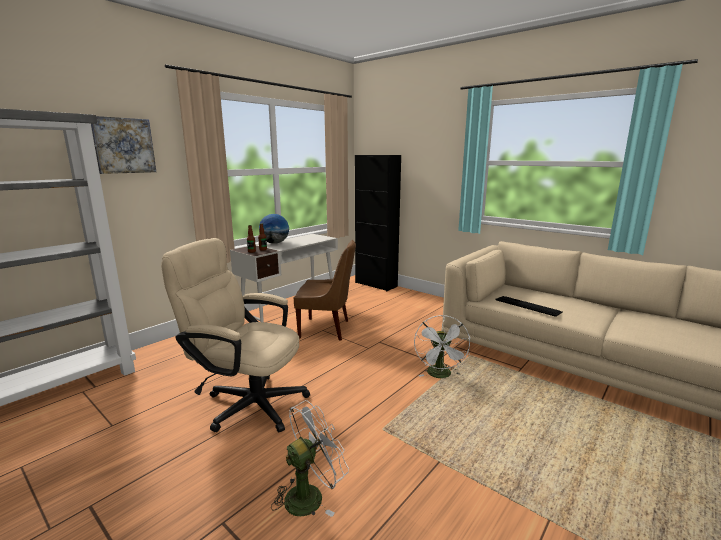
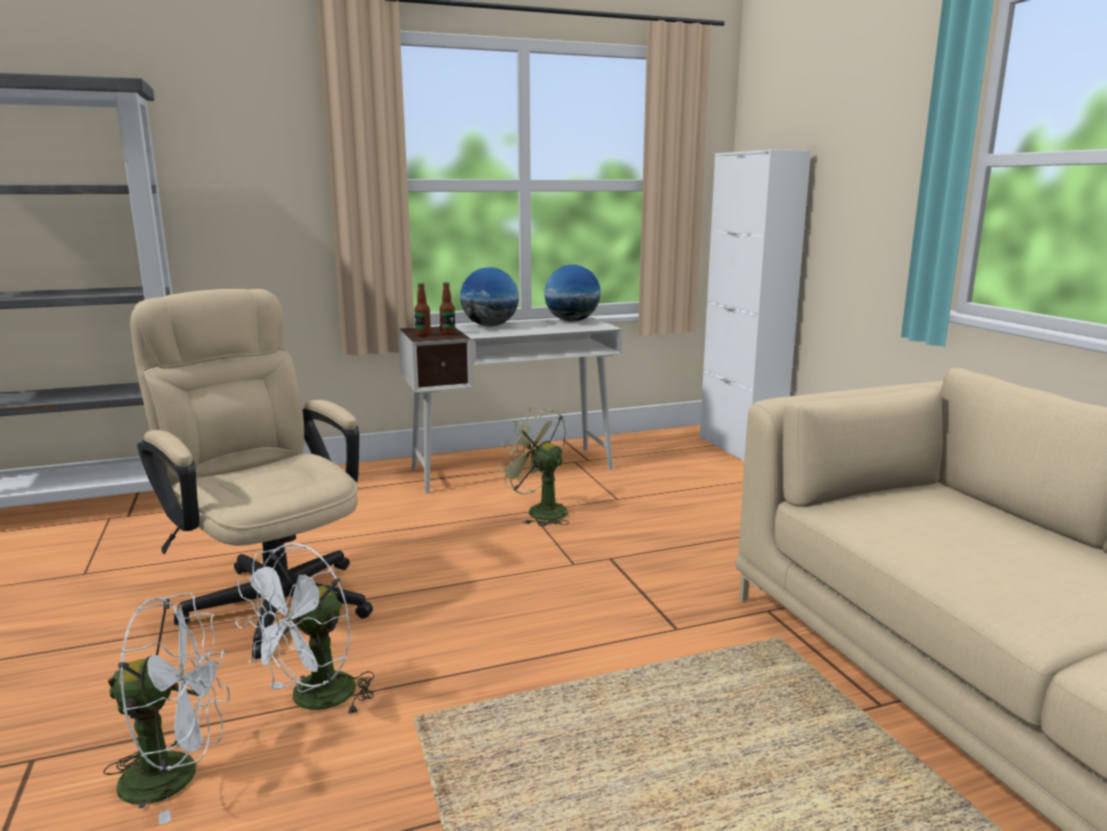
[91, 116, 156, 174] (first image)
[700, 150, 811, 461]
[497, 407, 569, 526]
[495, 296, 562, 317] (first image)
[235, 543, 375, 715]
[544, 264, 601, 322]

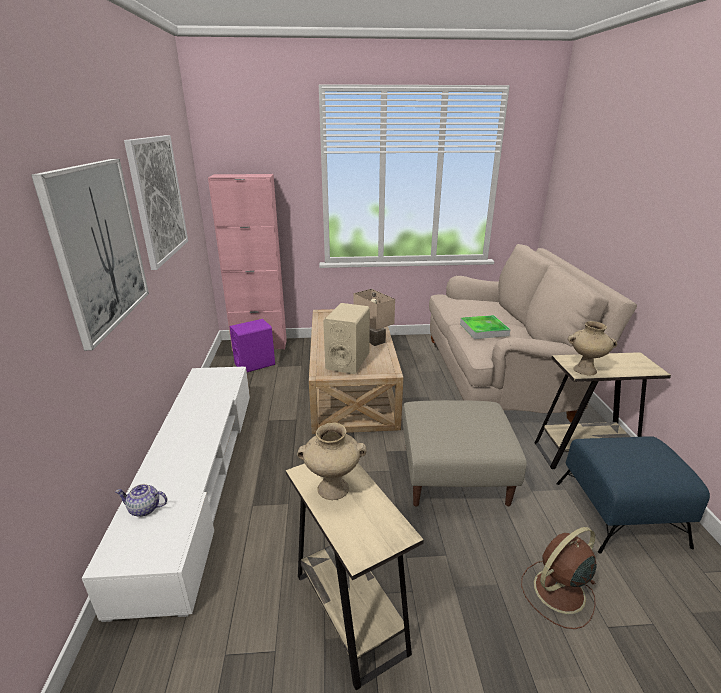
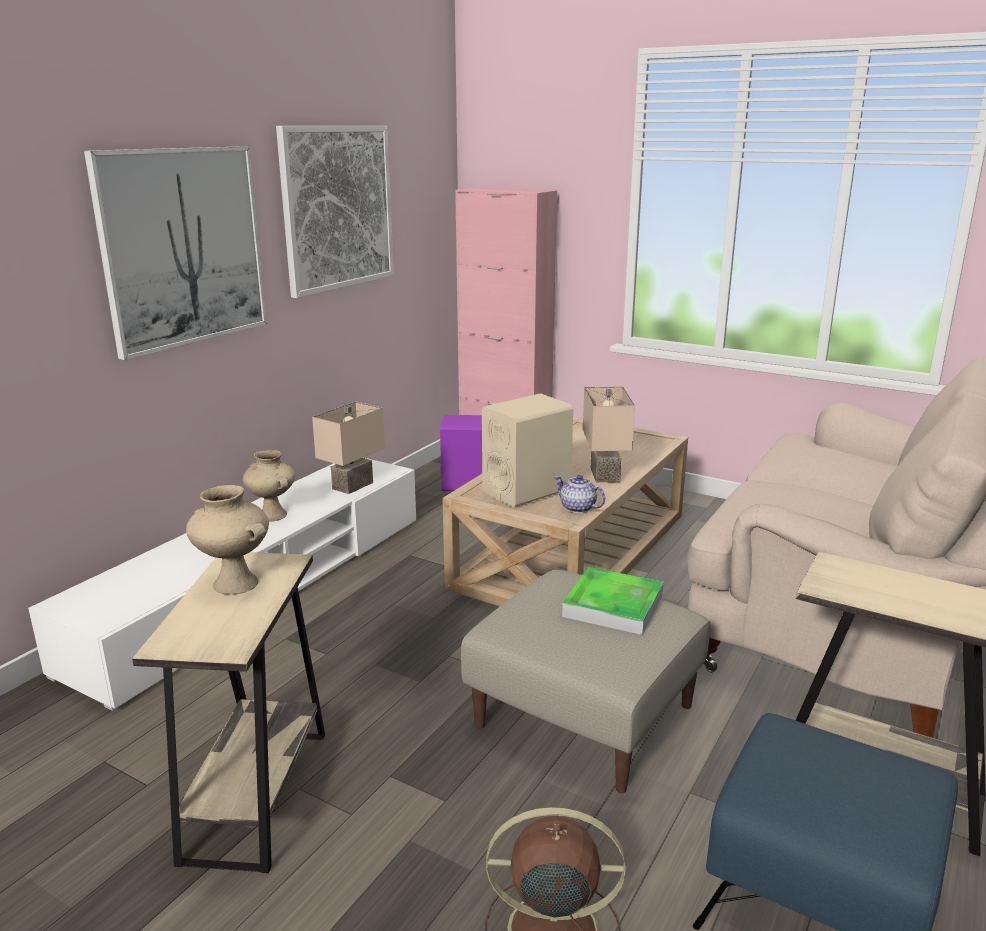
[562, 567, 664, 635]
[243, 450, 295, 522]
[554, 475, 605, 513]
[312, 401, 385, 494]

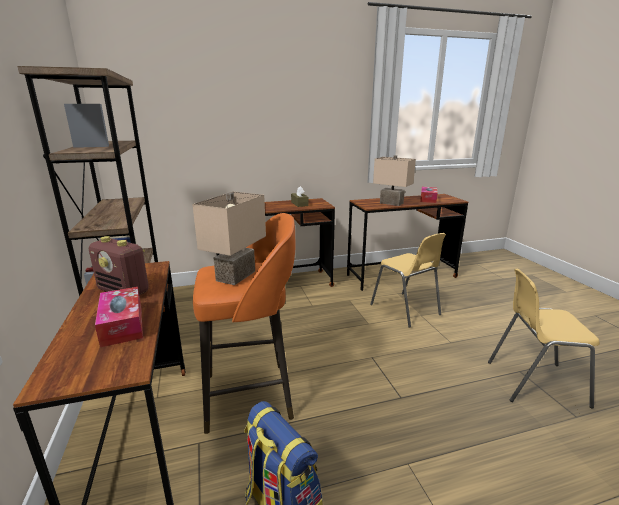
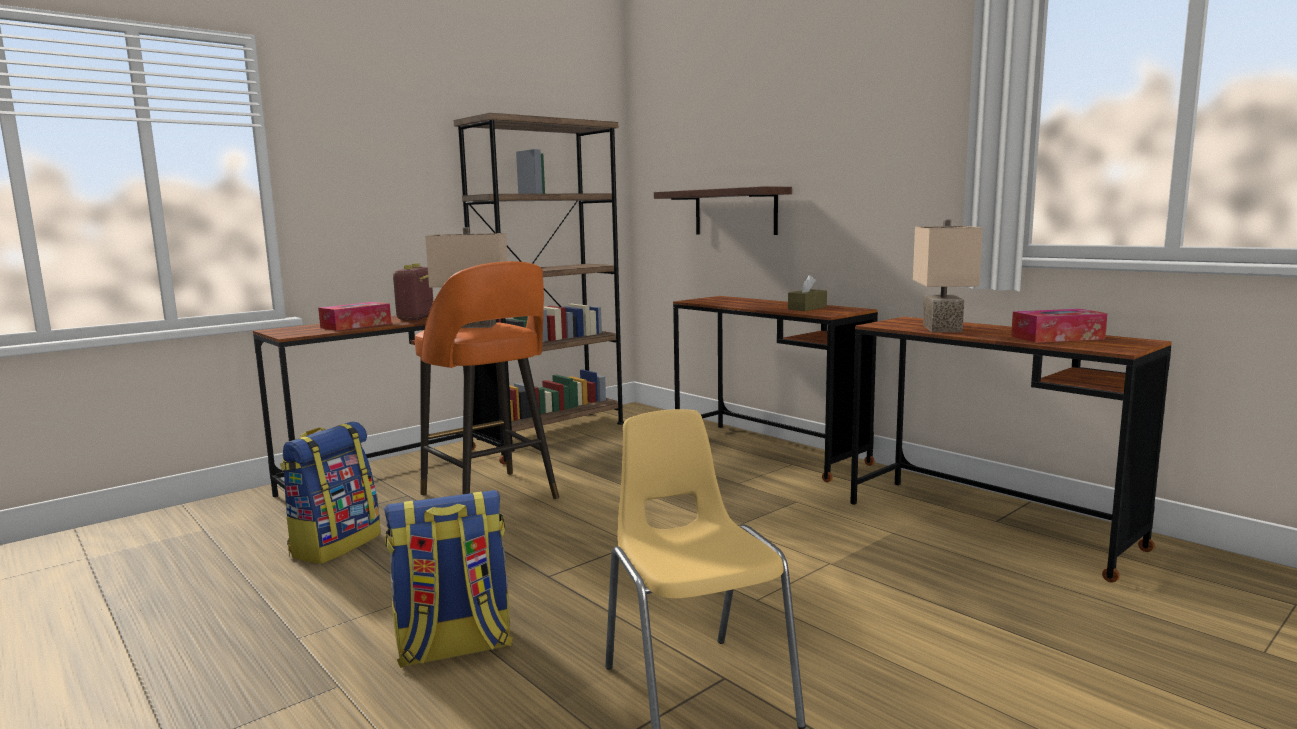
[370, 233, 446, 328] (first image)
[654, 186, 792, 235]
[384, 490, 513, 668]

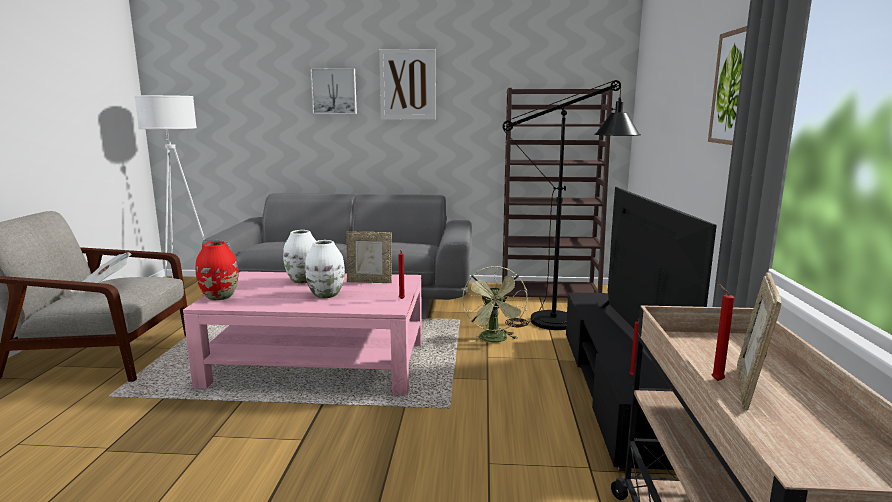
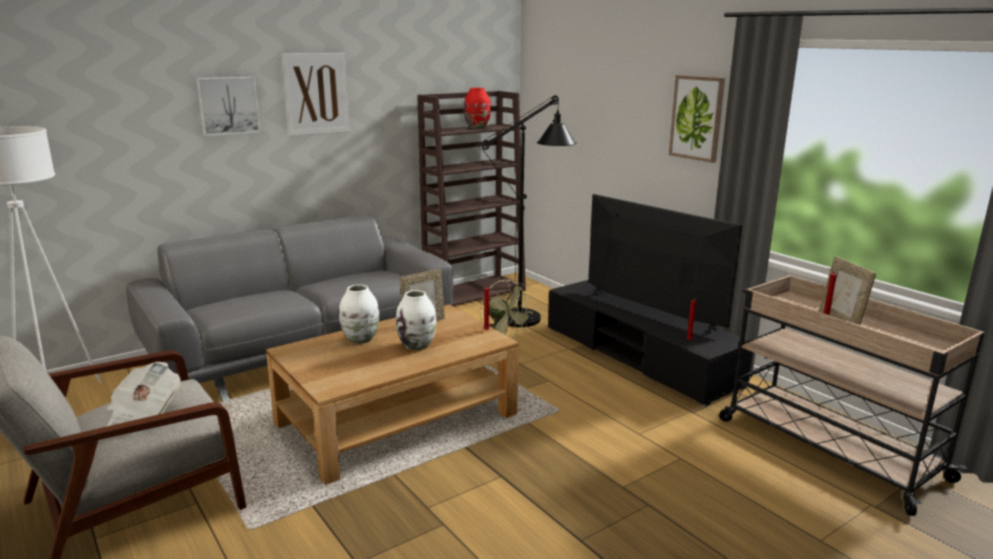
[464, 88, 491, 129]
[266, 304, 519, 485]

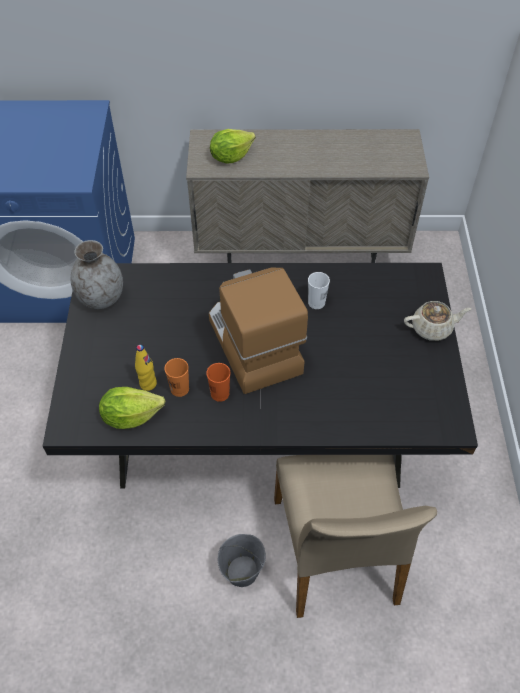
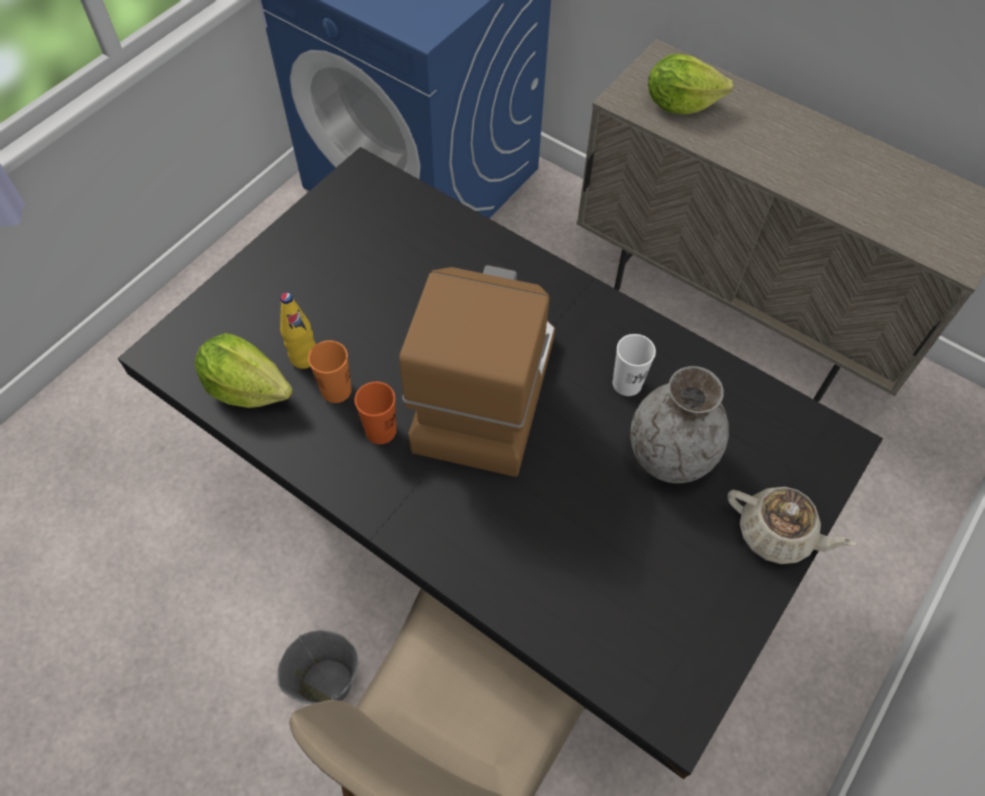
[630, 366, 729, 483]

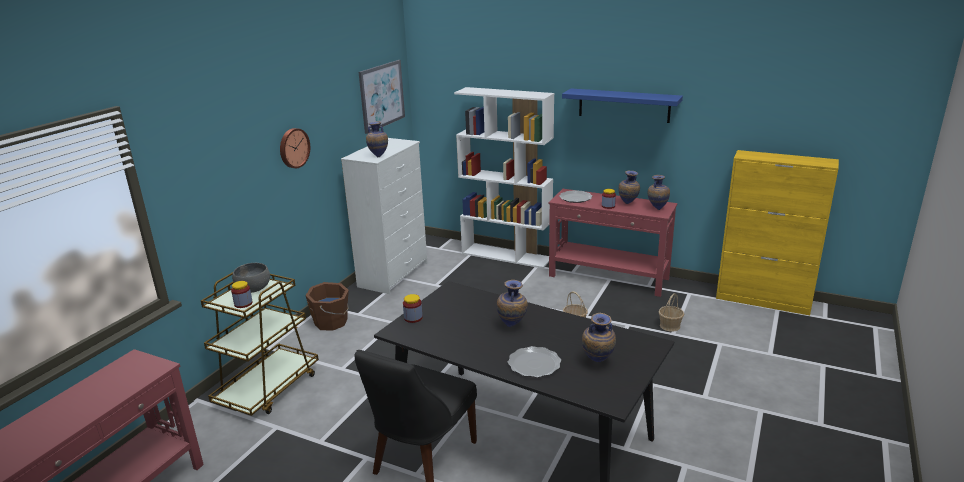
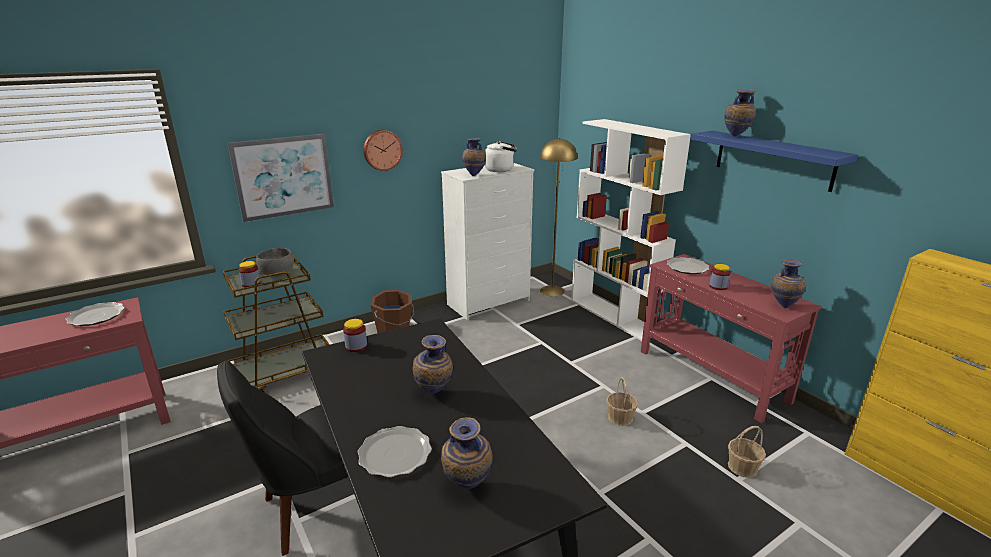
[227, 134, 334, 222]
[724, 89, 756, 137]
[540, 138, 577, 296]
[485, 141, 517, 172]
[66, 302, 125, 326]

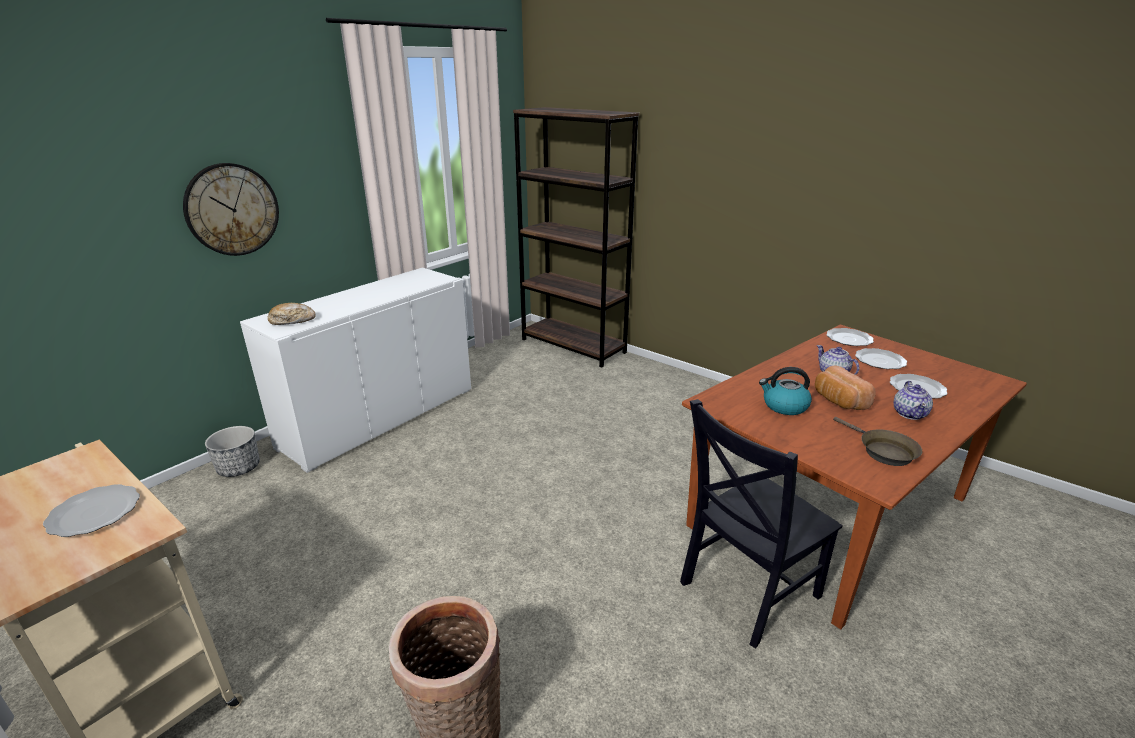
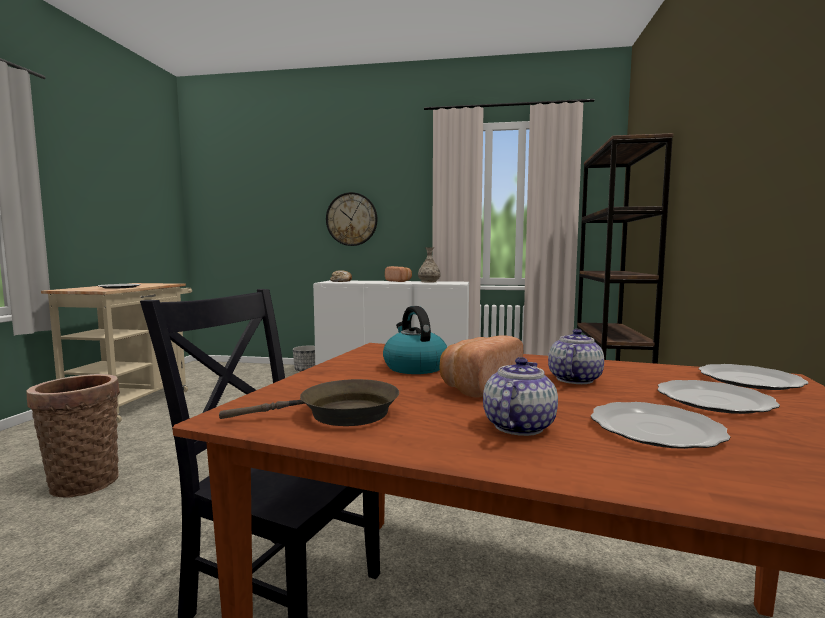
[483, 357, 558, 436]
[219, 379, 399, 426]
[418, 247, 441, 283]
[385, 266, 412, 282]

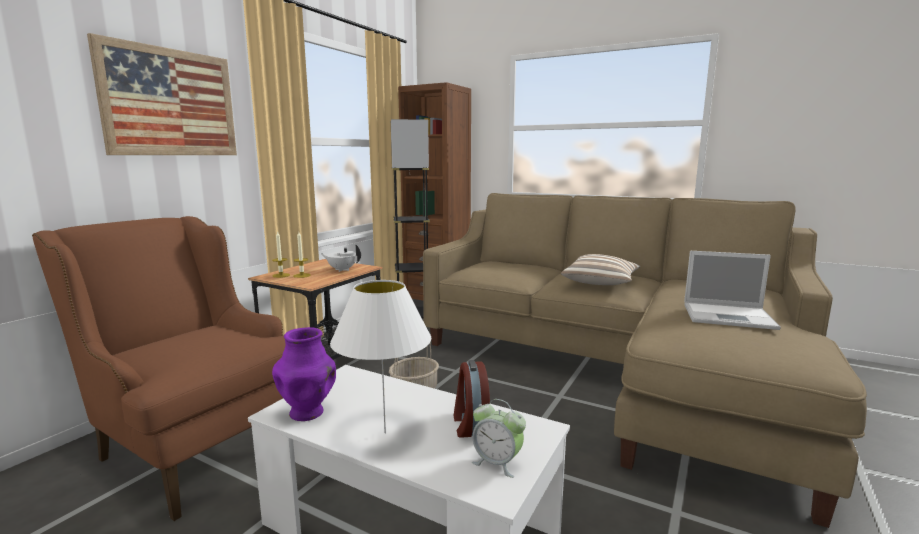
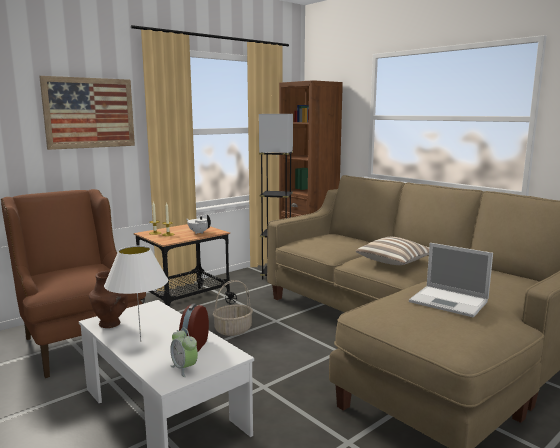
[89, 271, 128, 328]

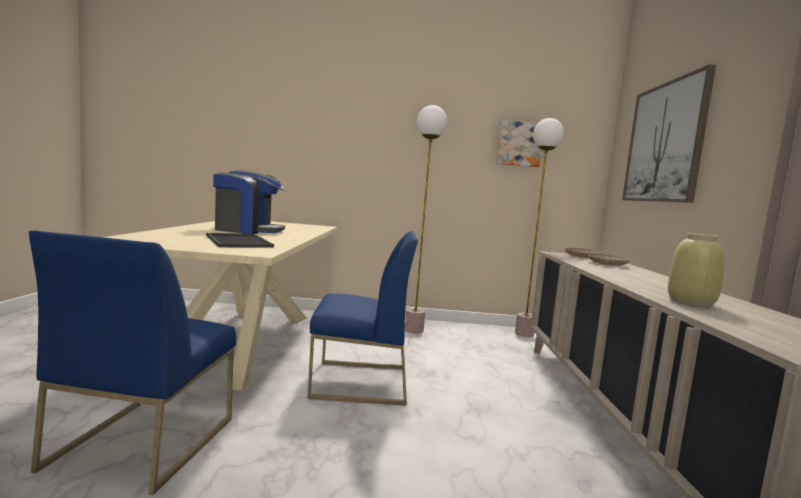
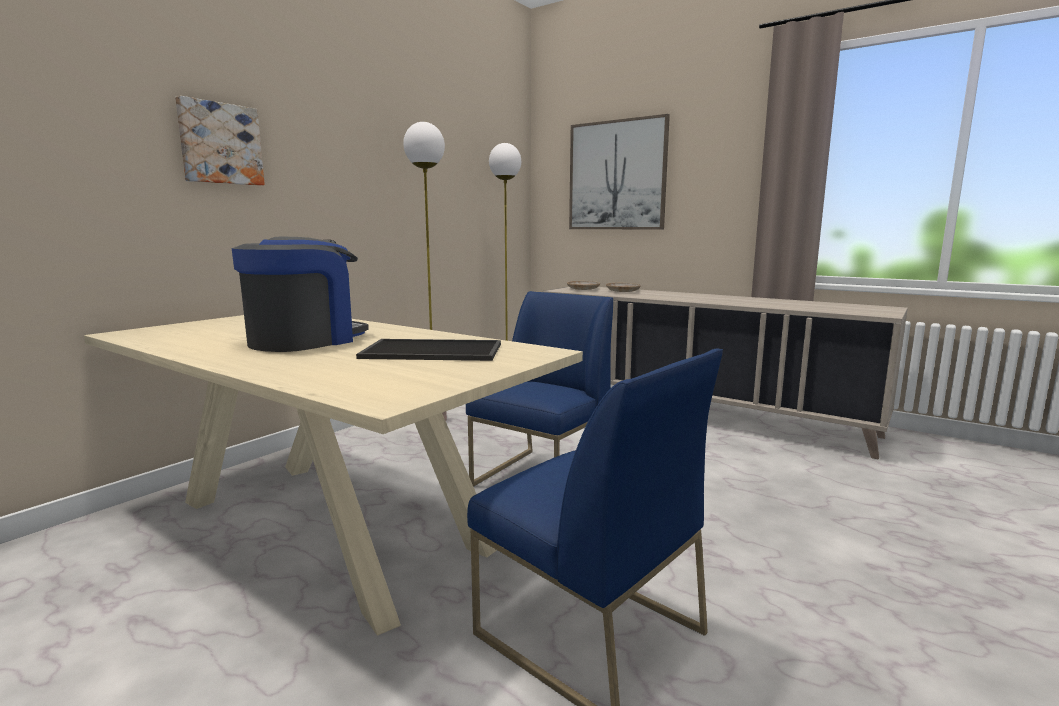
[175, 96, 265, 186]
[668, 233, 725, 307] (first image)

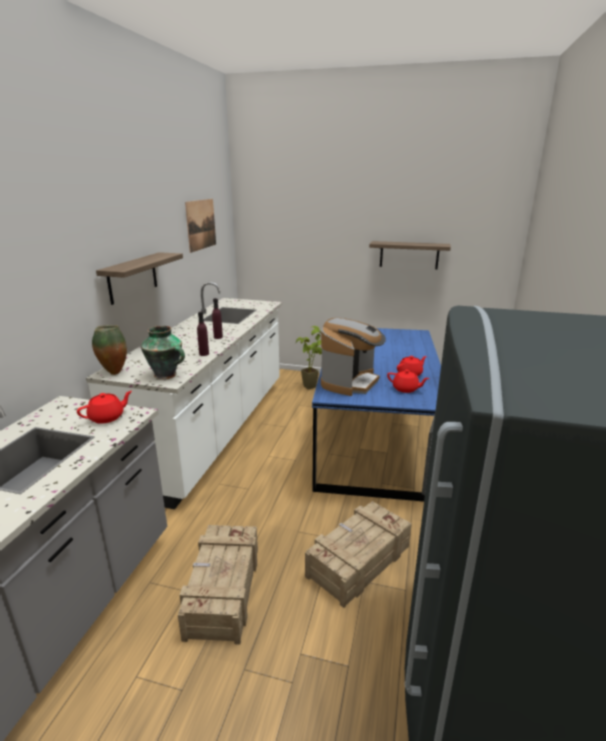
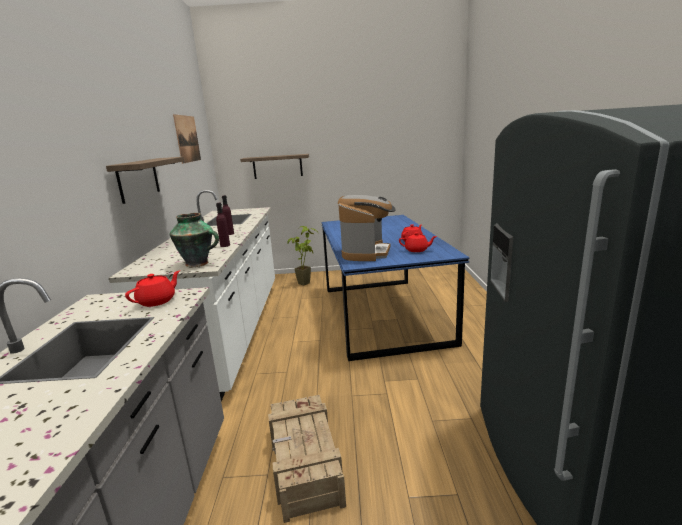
[240, 154, 309, 179]
[92, 325, 127, 375] (first image)
[305, 501, 412, 608] (first image)

